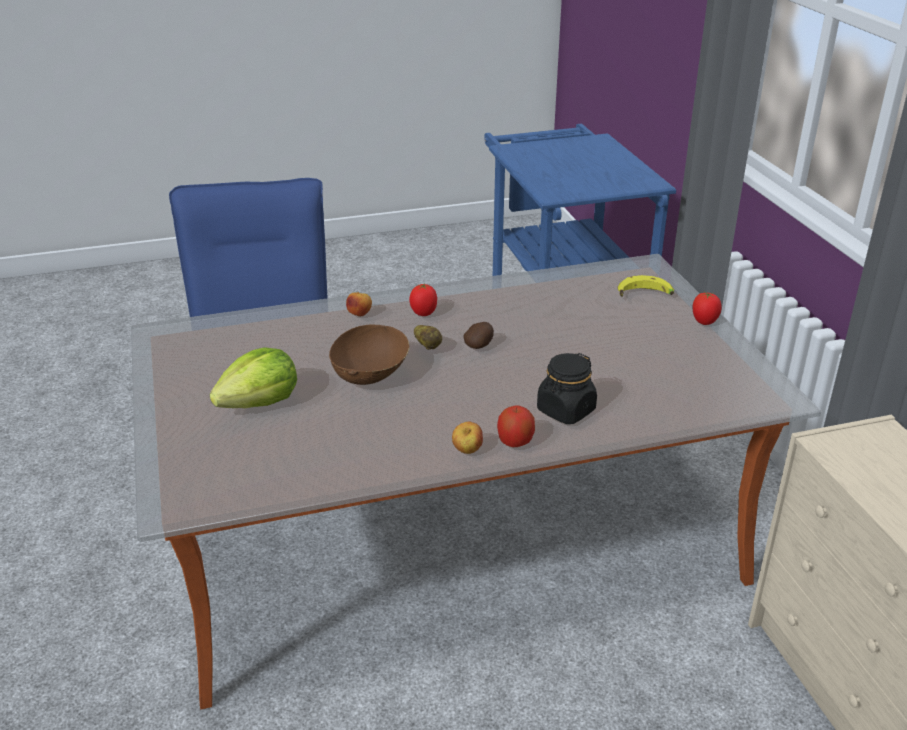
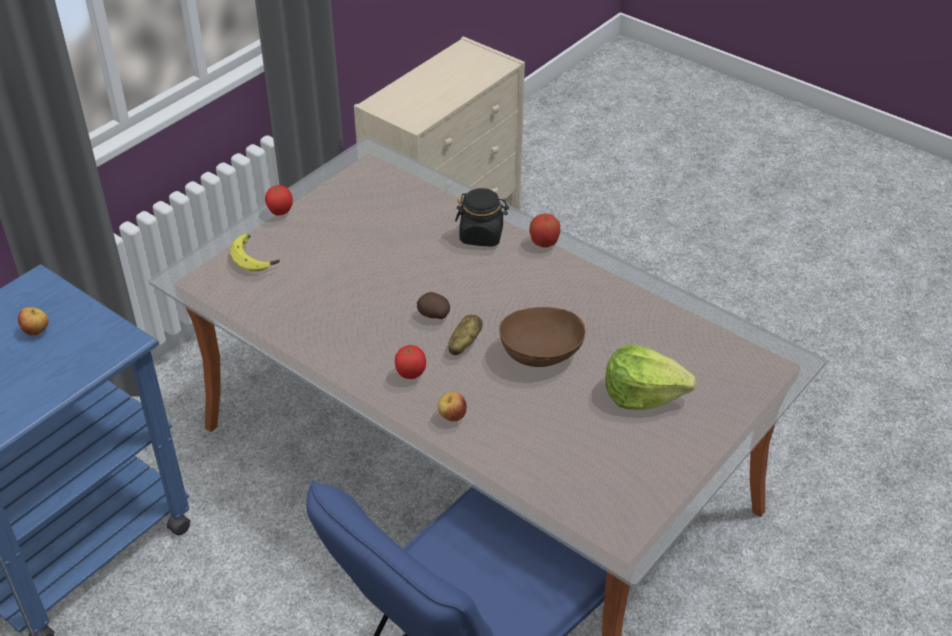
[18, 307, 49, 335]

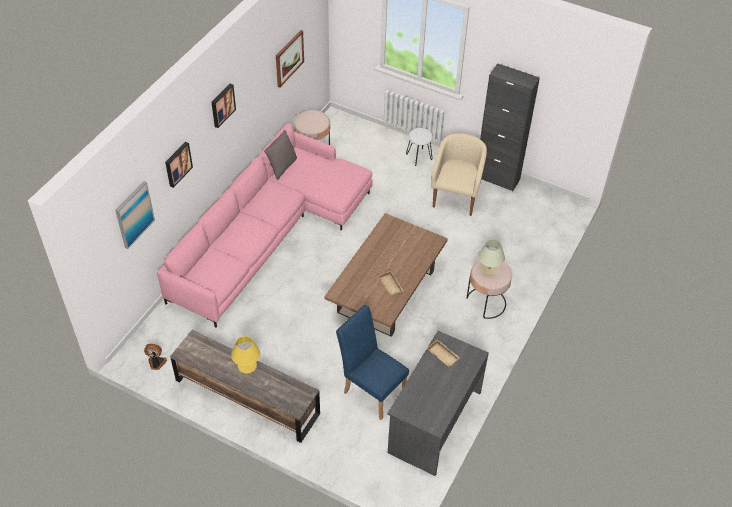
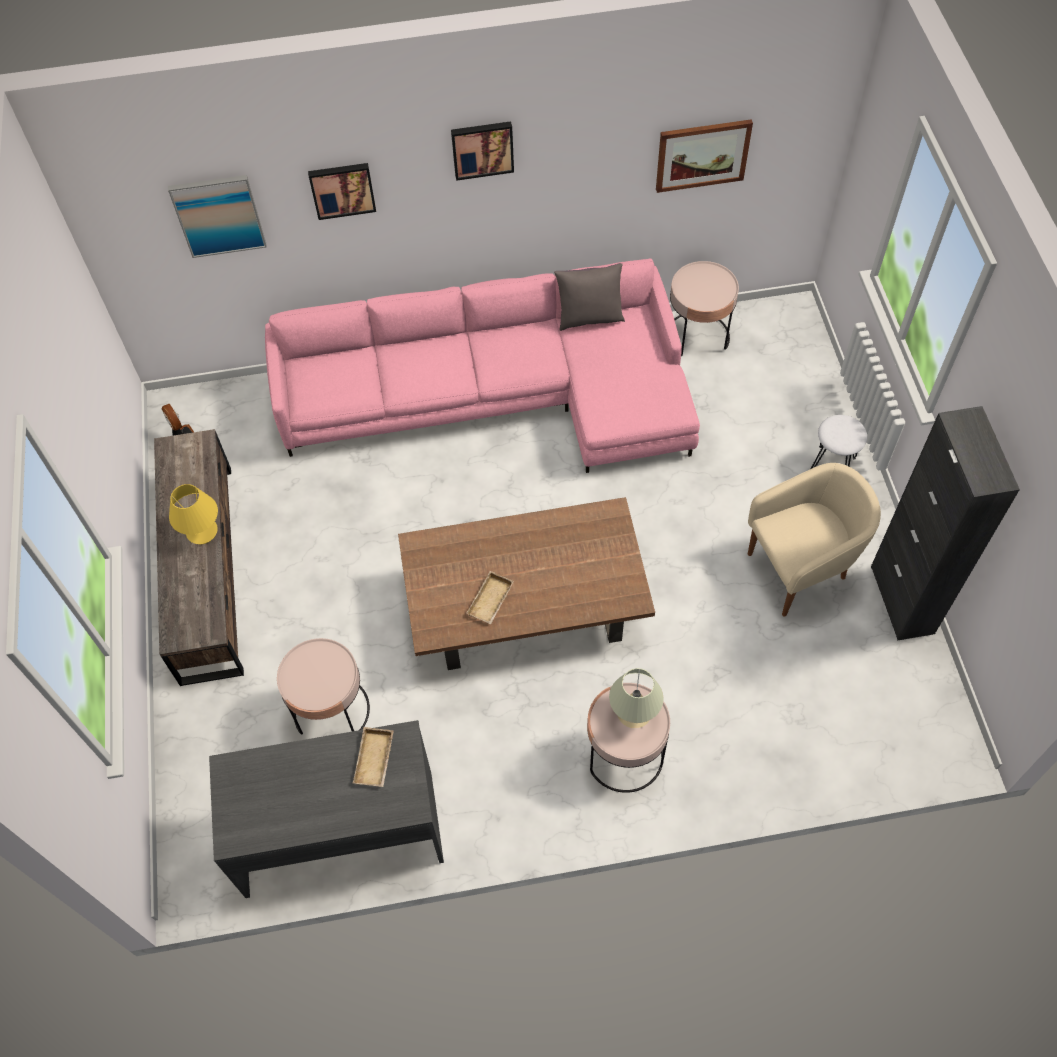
[277, 638, 370, 735]

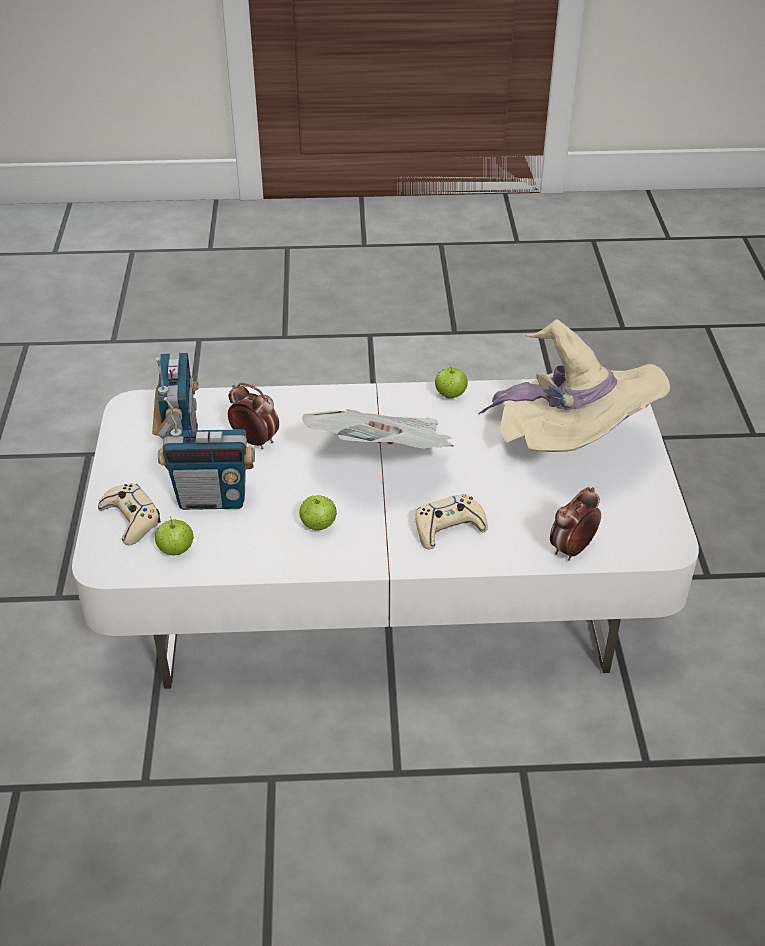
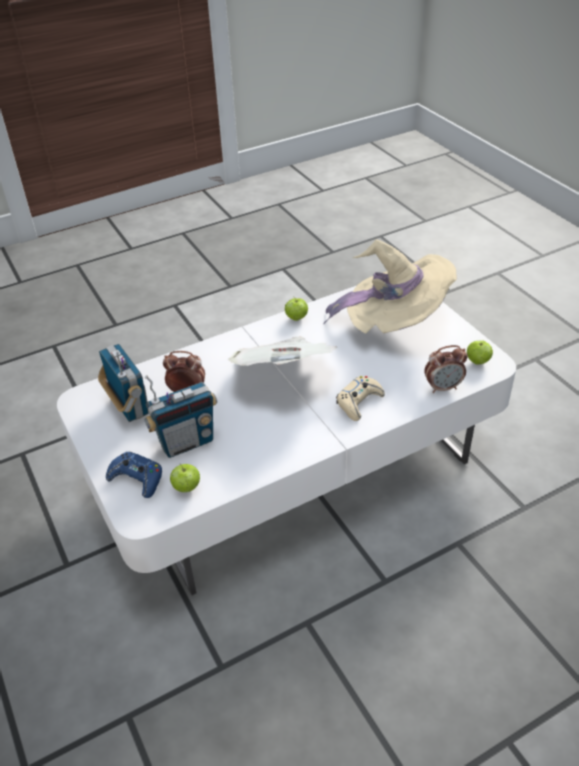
[106, 452, 162, 498]
[424, 345, 468, 393]
[467, 341, 493, 365]

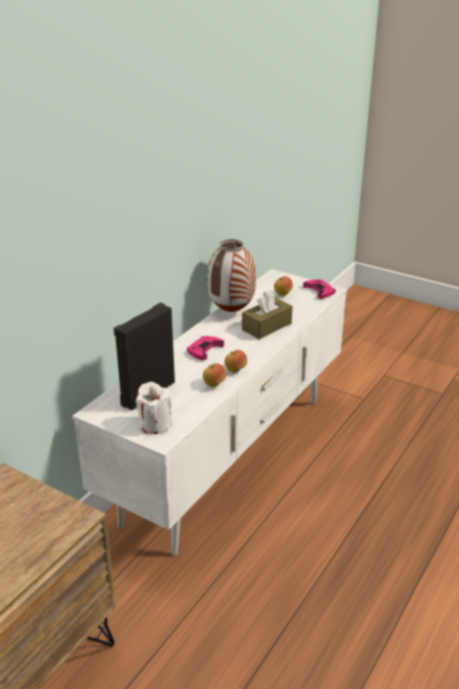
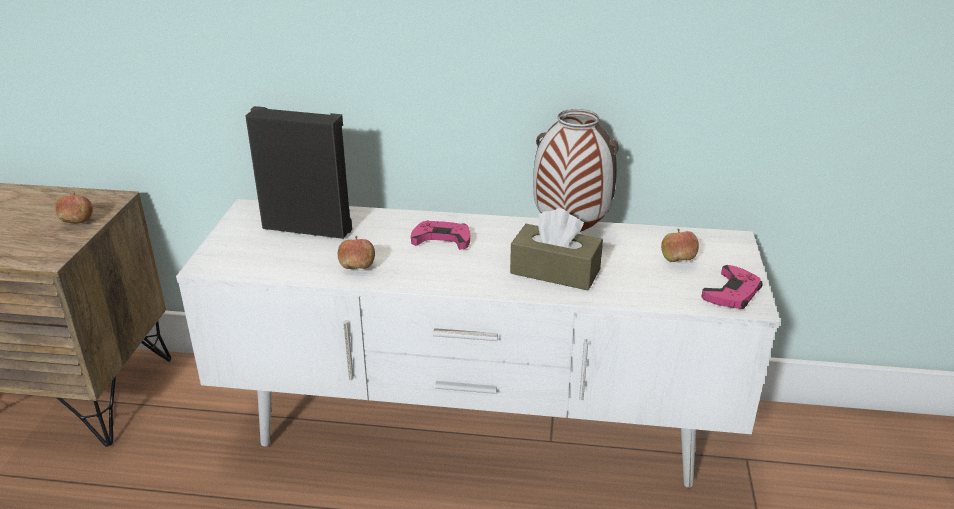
[55, 193, 93, 223]
[136, 382, 172, 434] (first image)

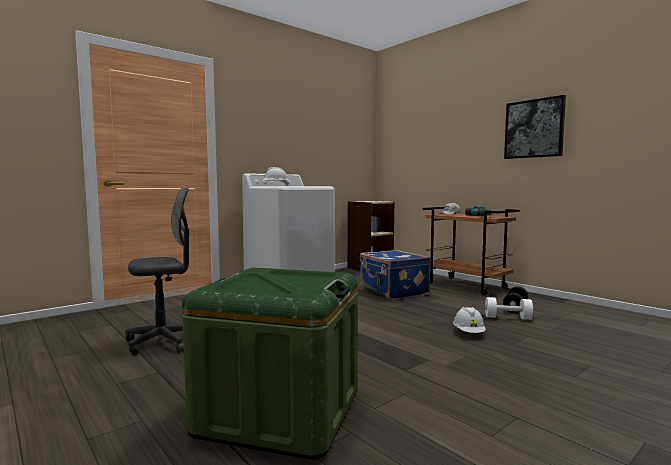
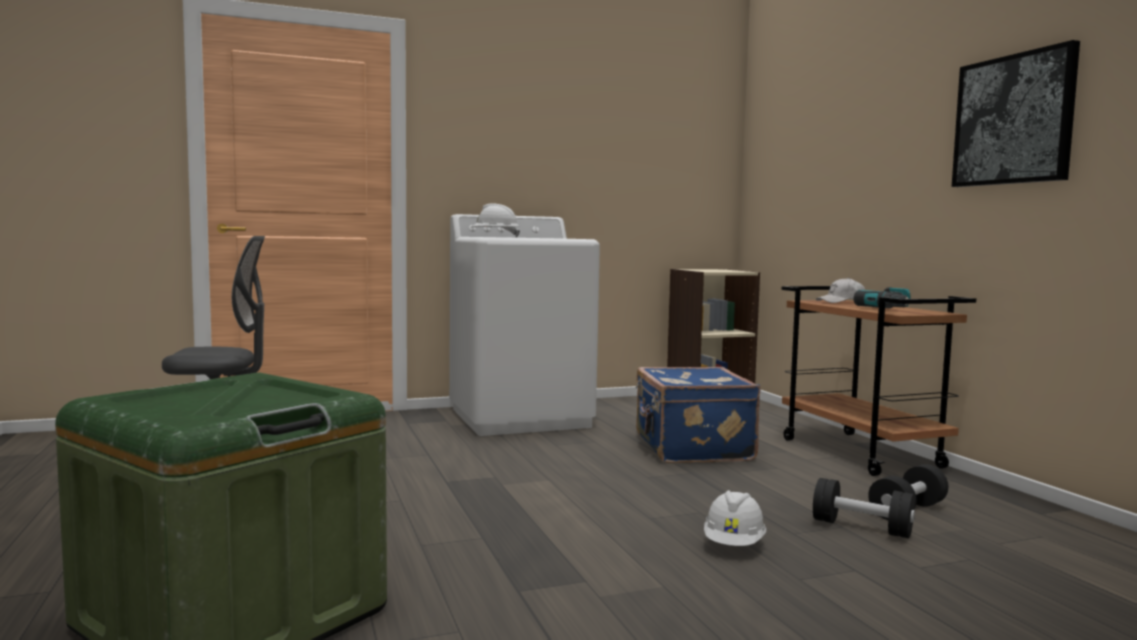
[813, 478, 915, 538]

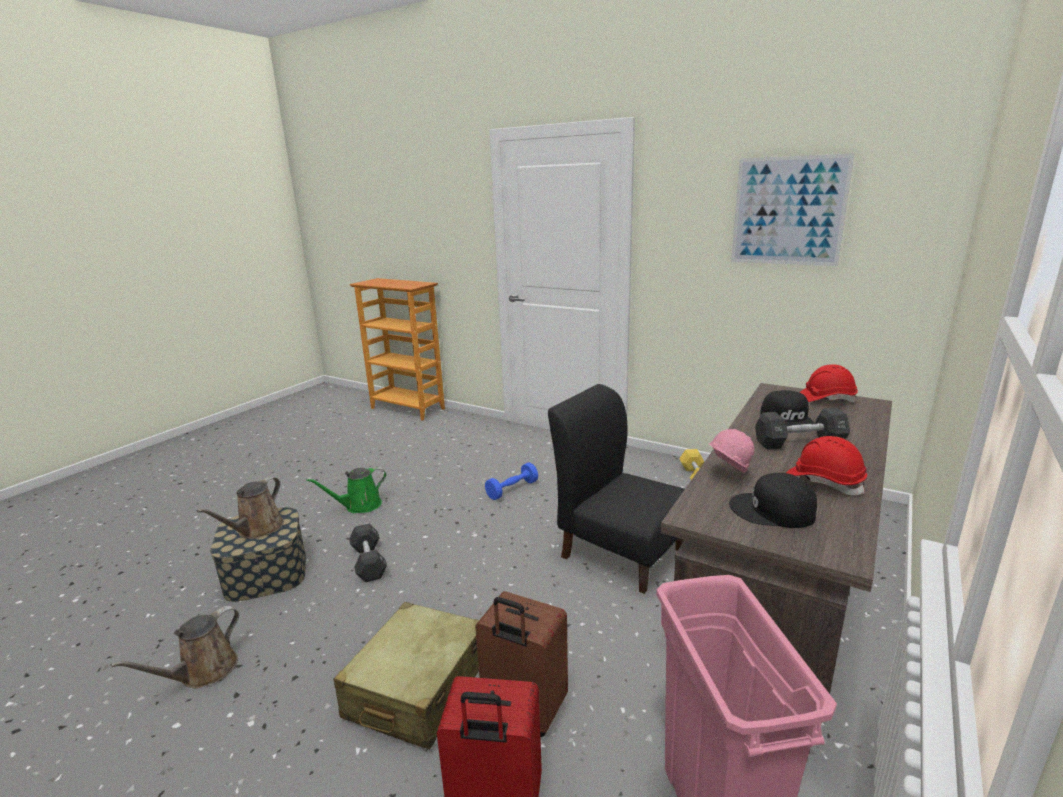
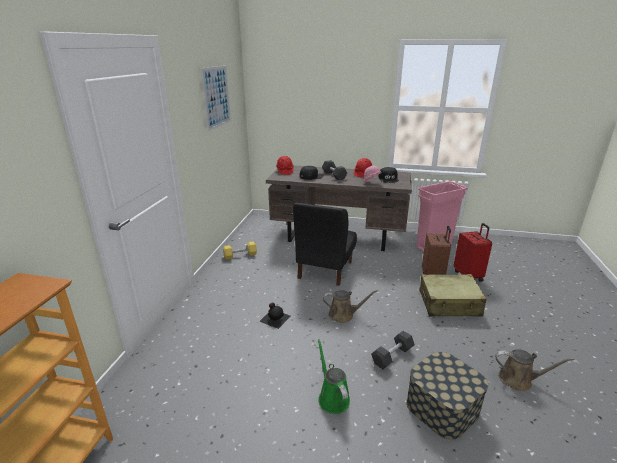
[259, 302, 290, 329]
[318, 339, 350, 414]
[323, 290, 378, 323]

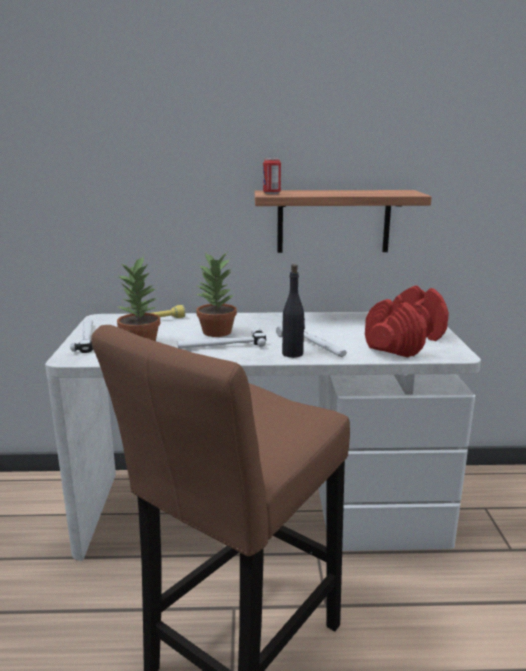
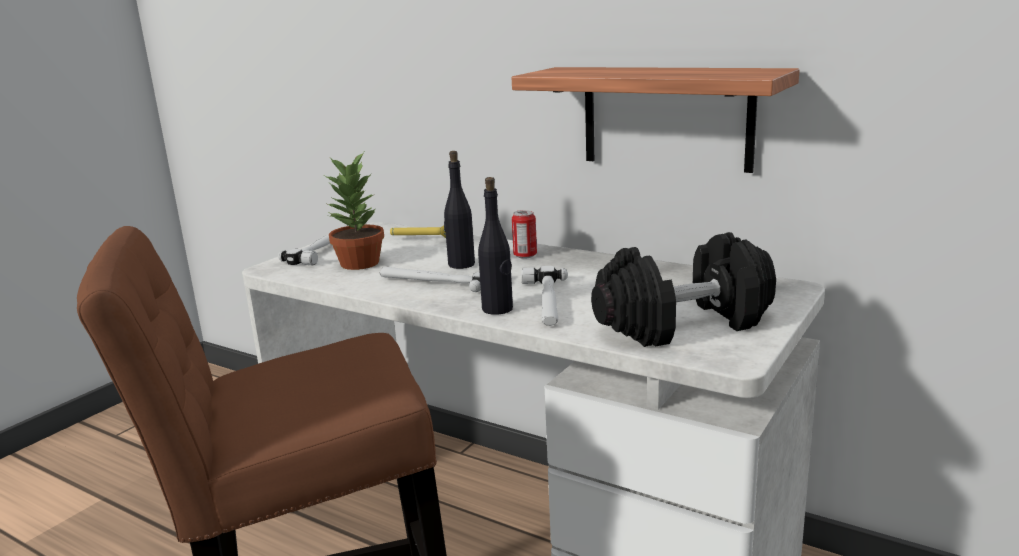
[512, 210, 537, 259]
[444, 151, 475, 269]
[591, 232, 776, 347]

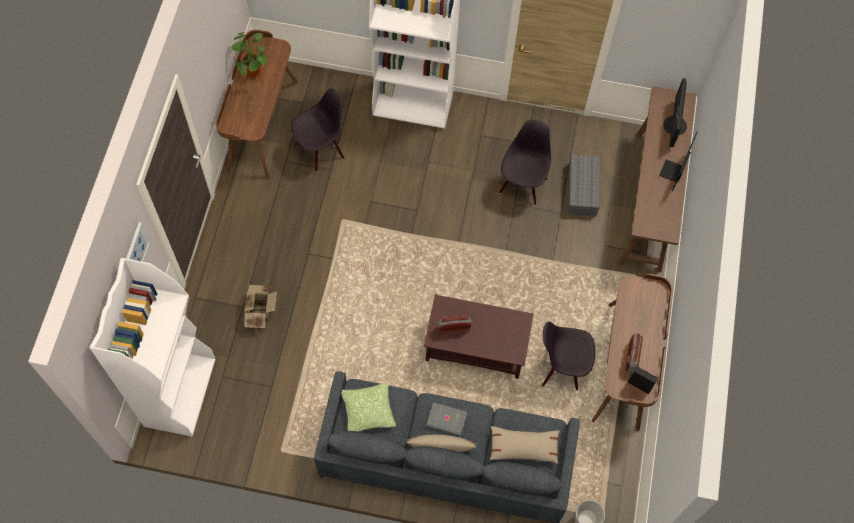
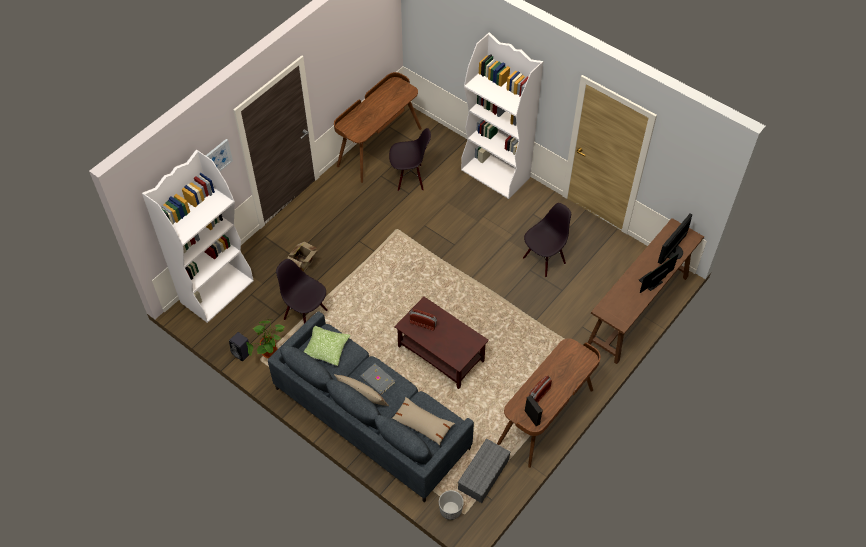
[246, 319, 284, 358]
[458, 438, 510, 503]
[276, 259, 328, 324]
[229, 332, 249, 361]

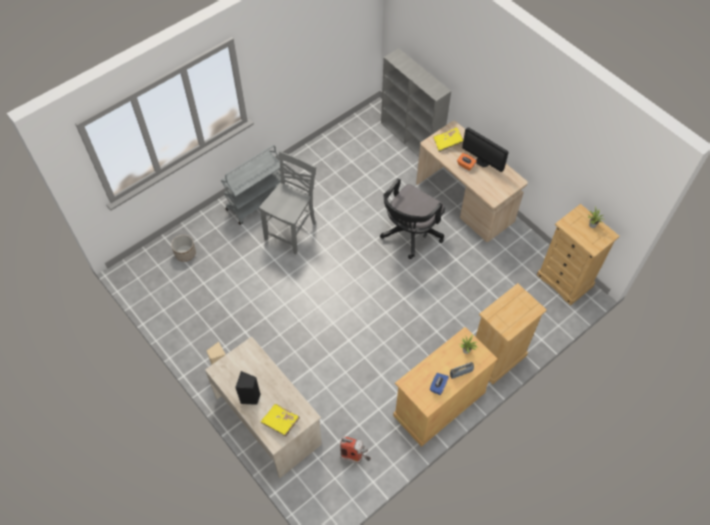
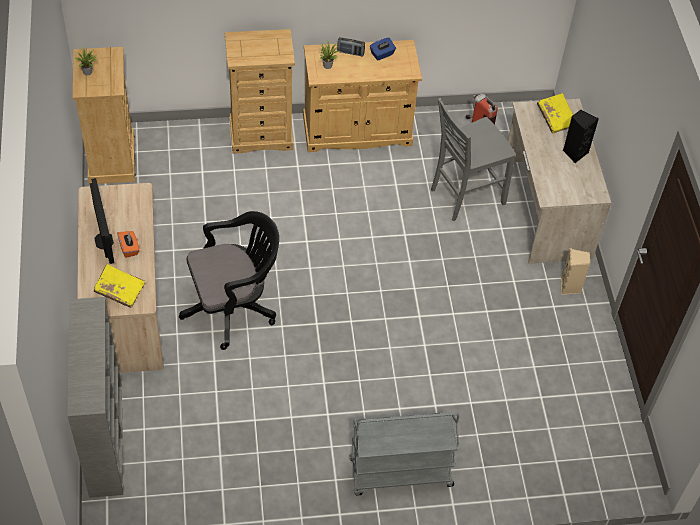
[431, 98, 516, 221]
[171, 235, 196, 262] (first image)

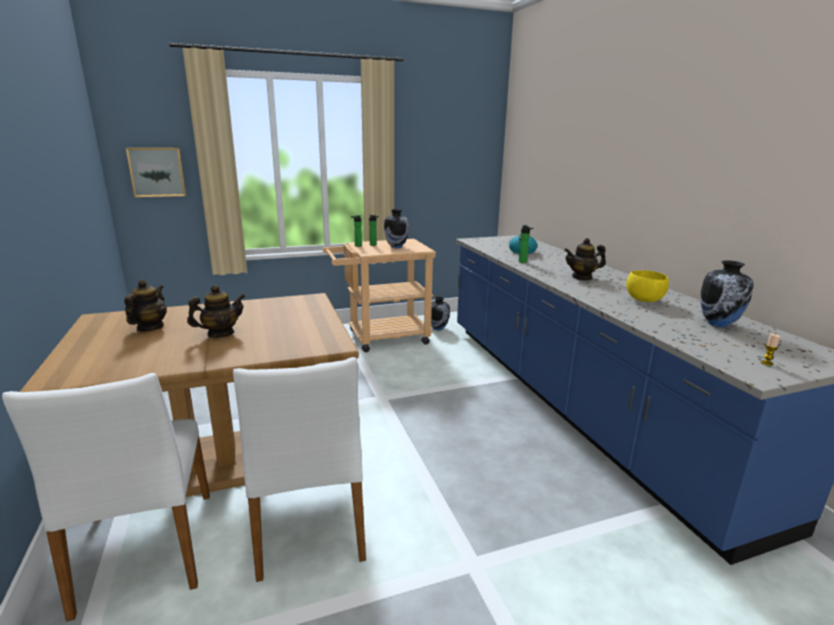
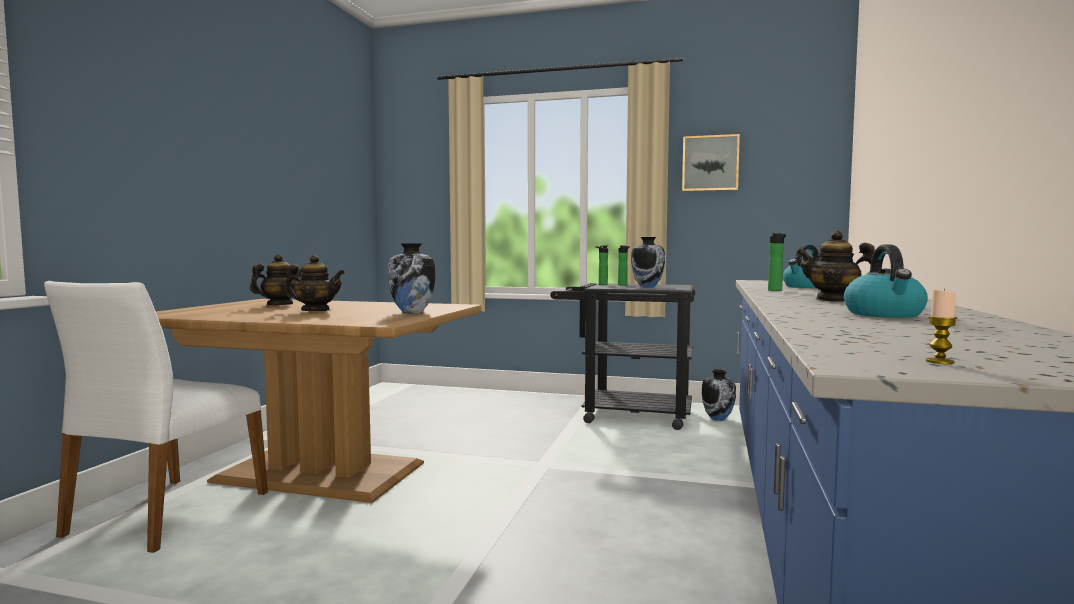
[682, 134, 740, 191]
[550, 283, 695, 430]
[388, 243, 435, 313]
[844, 244, 928, 318]
[233, 357, 366, 582] (first image)

